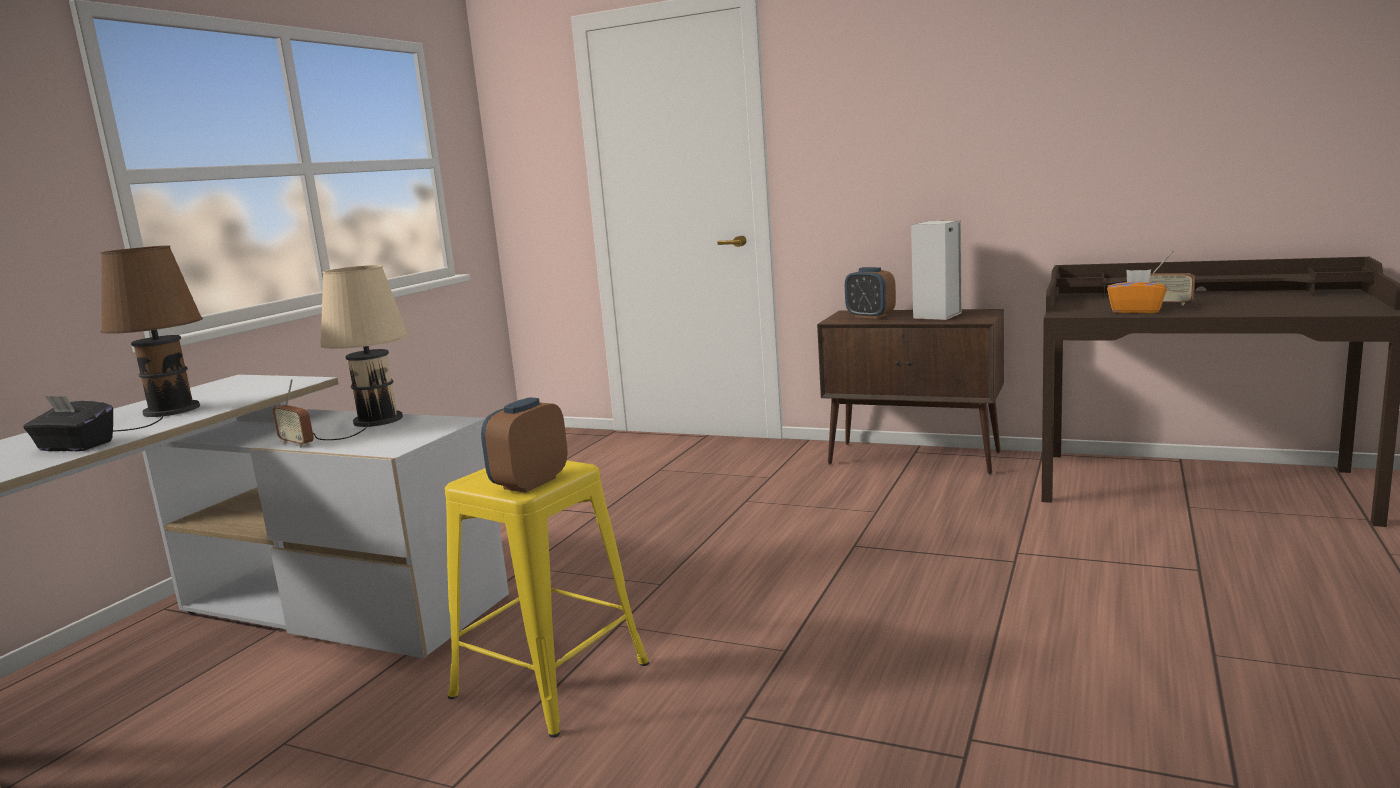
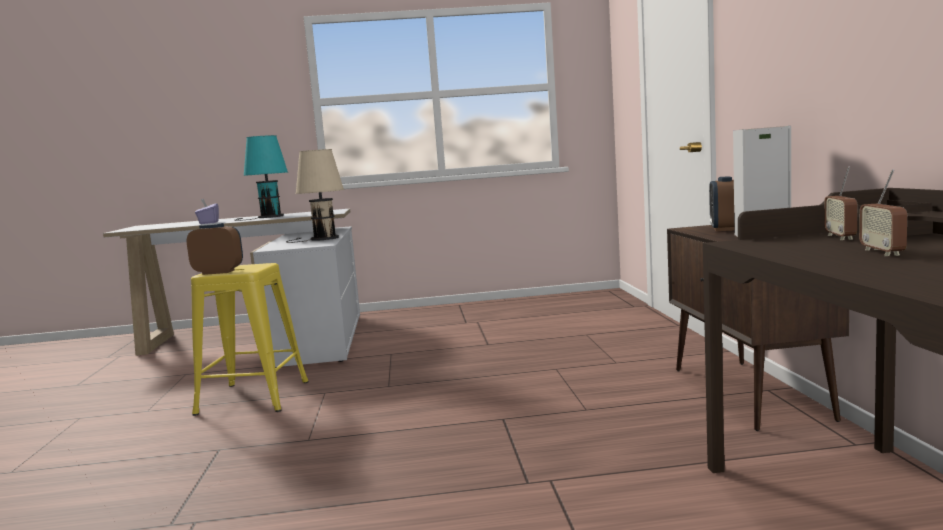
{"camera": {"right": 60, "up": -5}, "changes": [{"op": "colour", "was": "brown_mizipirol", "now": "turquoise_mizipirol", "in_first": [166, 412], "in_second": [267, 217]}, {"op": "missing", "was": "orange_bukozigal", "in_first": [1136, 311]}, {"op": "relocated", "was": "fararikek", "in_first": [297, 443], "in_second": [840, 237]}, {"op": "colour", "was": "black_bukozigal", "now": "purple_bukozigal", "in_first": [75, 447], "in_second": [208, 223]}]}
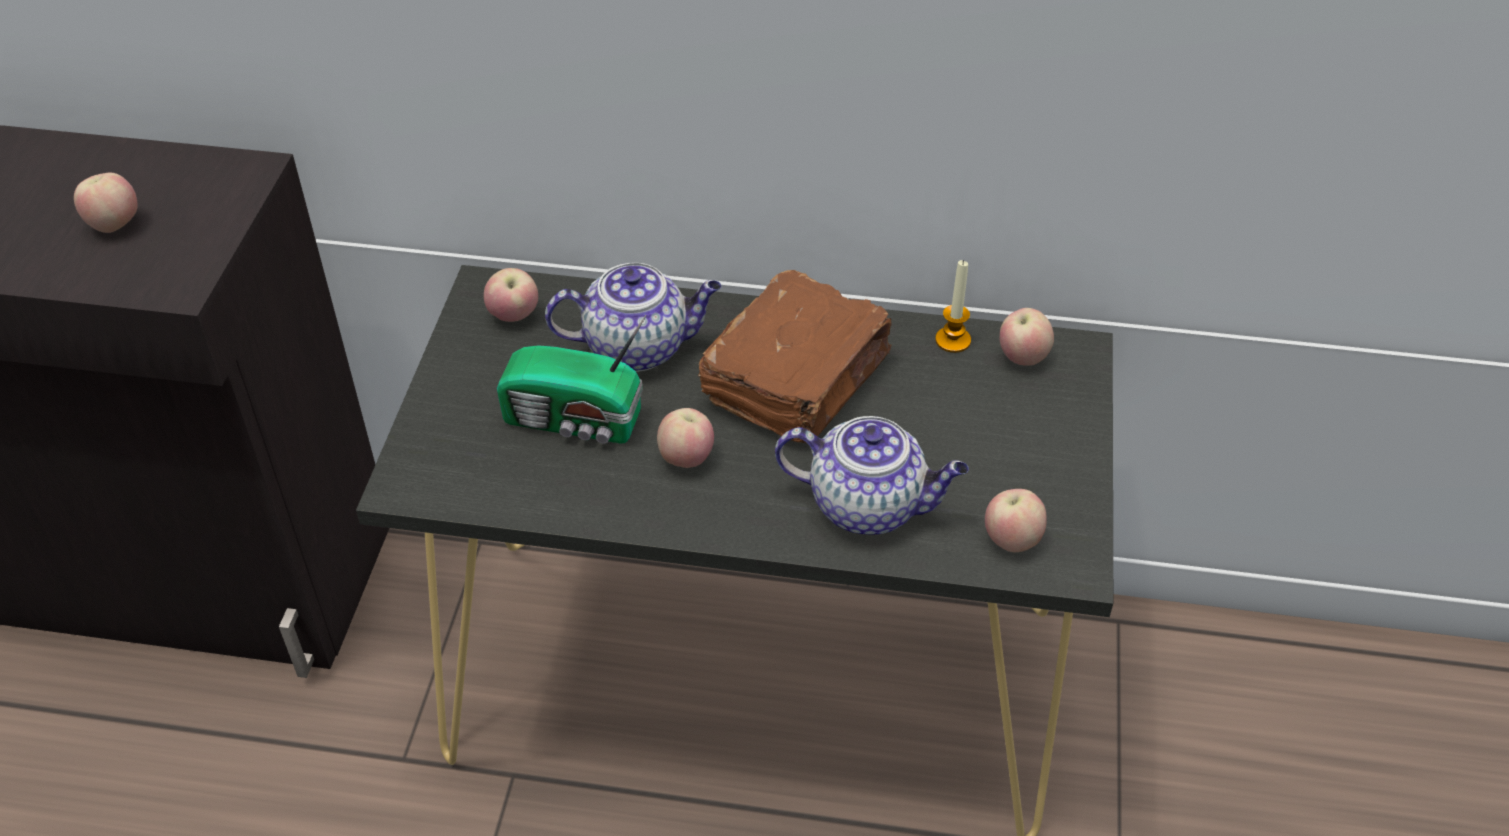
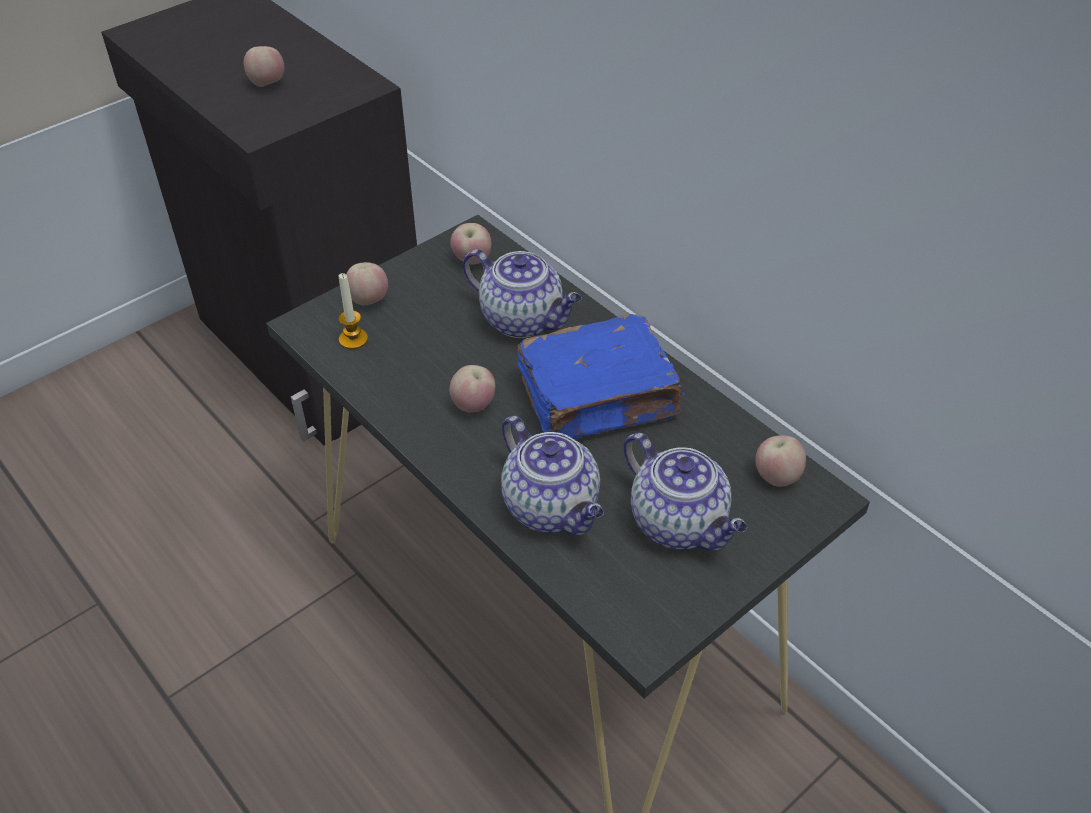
{"camera": {"right": 40, "up": 0}, "changes": [{"op": "relocated", "was": "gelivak", "in_first": [953, 340], "in_second": [353, 339]}, {"op": "colour", "was": "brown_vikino", "now": "blue_vikino", "in_first": [798, 380], "in_second": [600, 399]}, {"op": "missing", "was": "fararikek", "in_first": [576, 421]}, {"op": "relocated", "was": "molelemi", "in_first": [1012, 540], "in_second": [368, 300]}, {"op": "appeared", "now": "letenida", "in_second": [680, 523]}]}
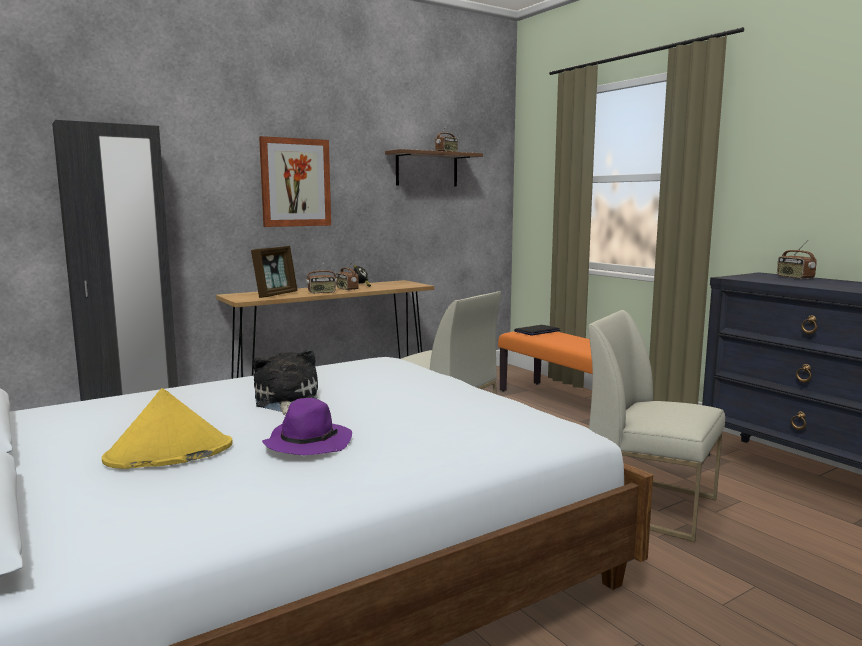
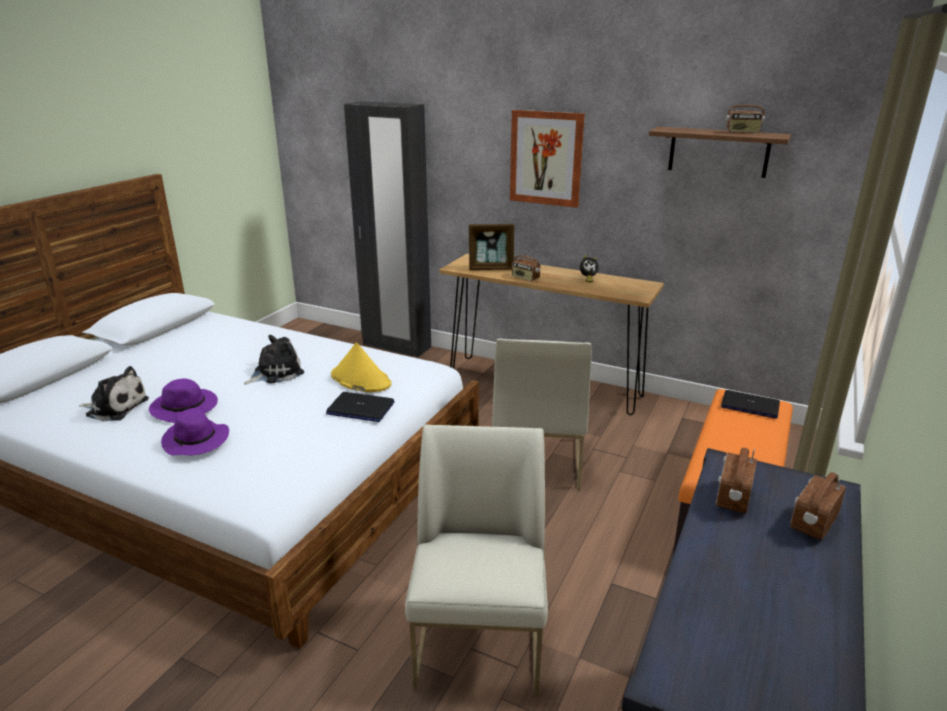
{"camera": {"right": 60, "up": 15}, "changes": [{"op": "relocated", "was": "fararikek", "in_first": [346, 289], "in_second": [732, 497]}, {"op": "relocated", "was": "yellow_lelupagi", "in_first": [168, 453], "in_second": [360, 379]}, {"op": "appeared", "now": "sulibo", "in_second": [115, 407]}, {"op": "appeared", "now": "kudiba", "in_second": [360, 408]}, {"op": "appeared", "now": "purple_lelupagi", "in_second": [197, 441]}]}
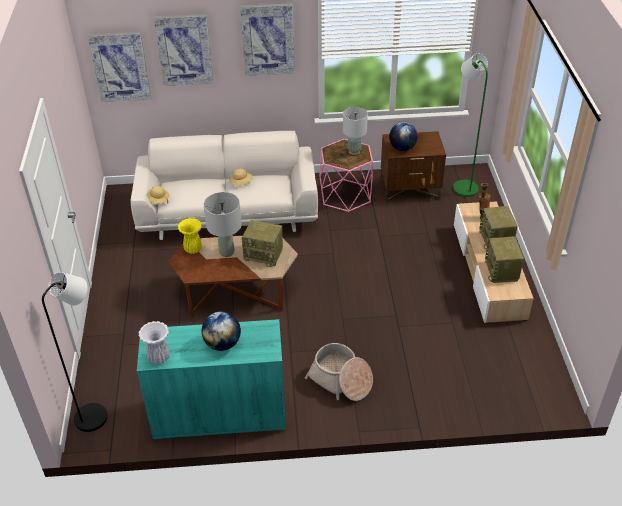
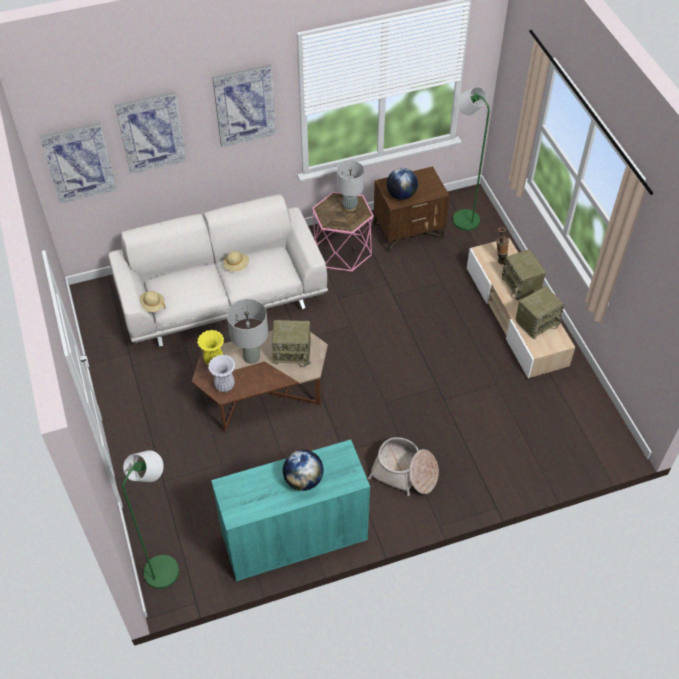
{"camera": {"right": -15, "up": 10}, "changes": [{"op": "spun", "was": "fararikek", "in_first": [502, 271], "in_second": [537, 322], "clockwise": -105}, {"op": "colour", "was": "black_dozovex", "now": "green_dozovex", "in_first": [96, 414], "in_second": [166, 566]}, {"op": "relocated", "was": "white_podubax", "in_first": [158, 358], "in_second": [224, 386]}]}
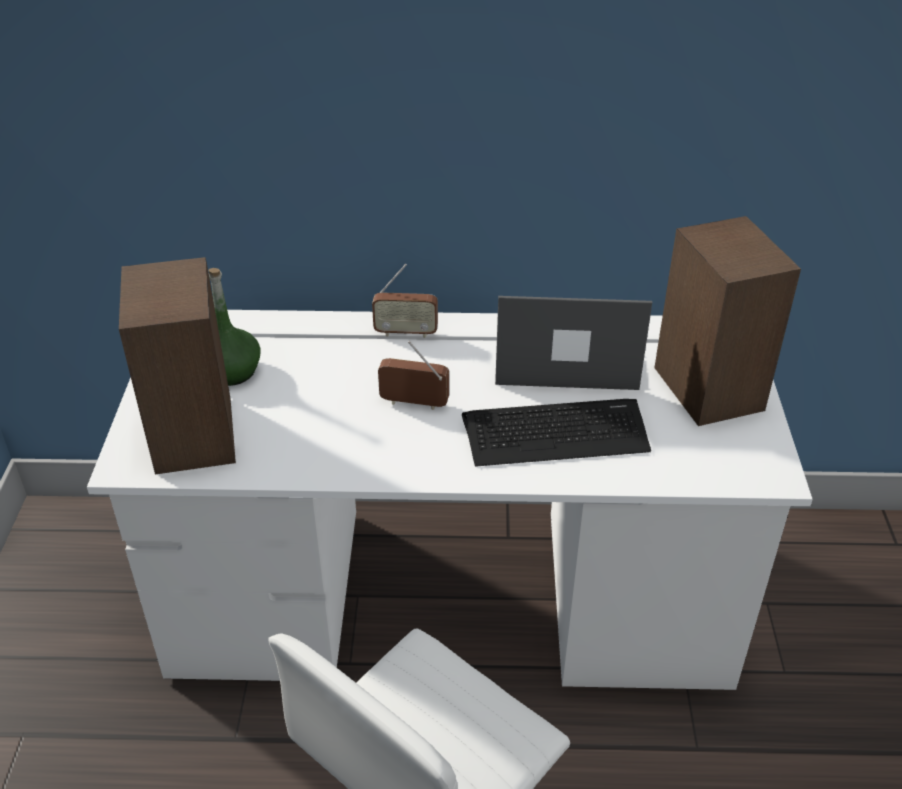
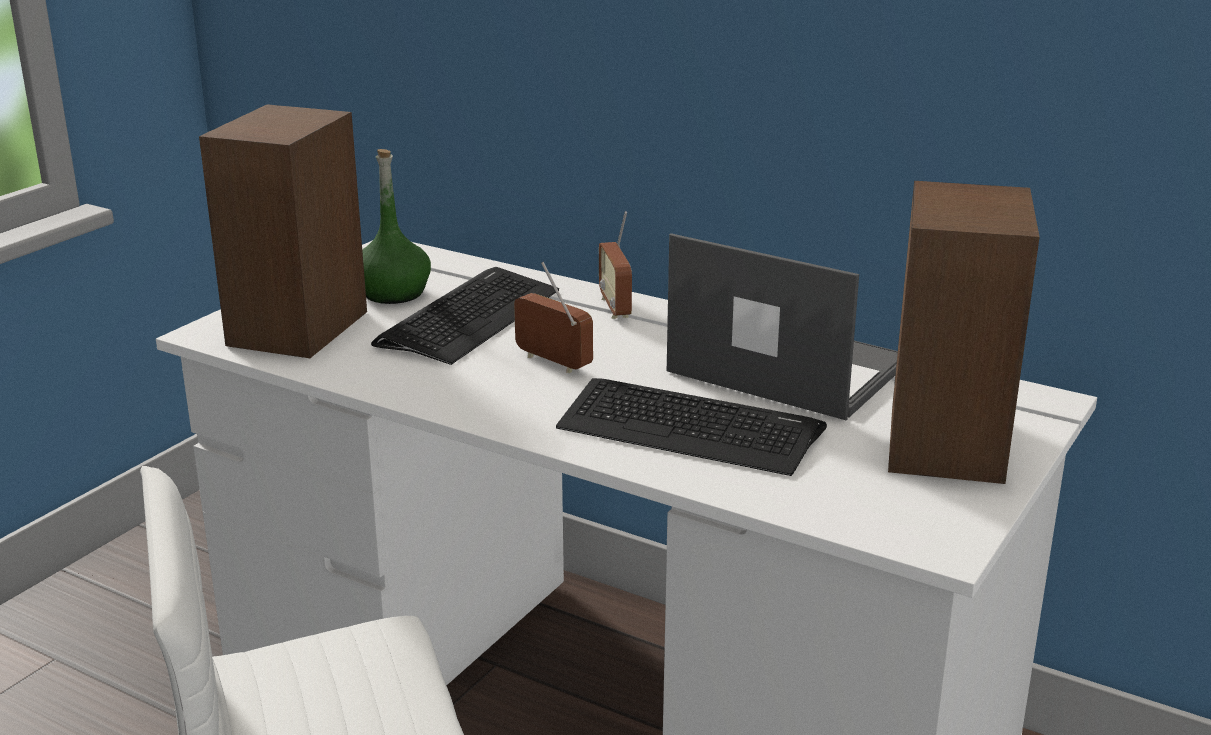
{"camera": {"right": 30, "up": -15}, "changes": [{"op": "spun", "was": "fararikek", "in_first": [406, 332], "in_second": [615, 307], "clockwise": 45}, {"op": "appeared", "now": "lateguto", "in_second": [469, 318]}]}
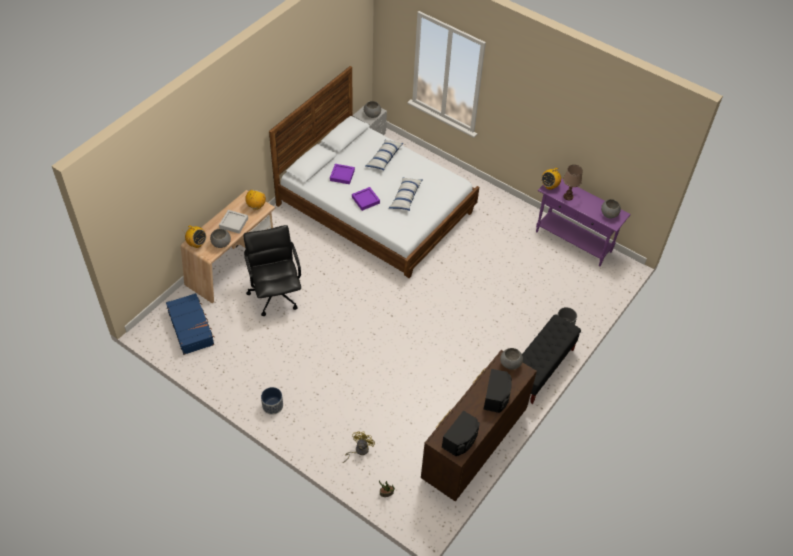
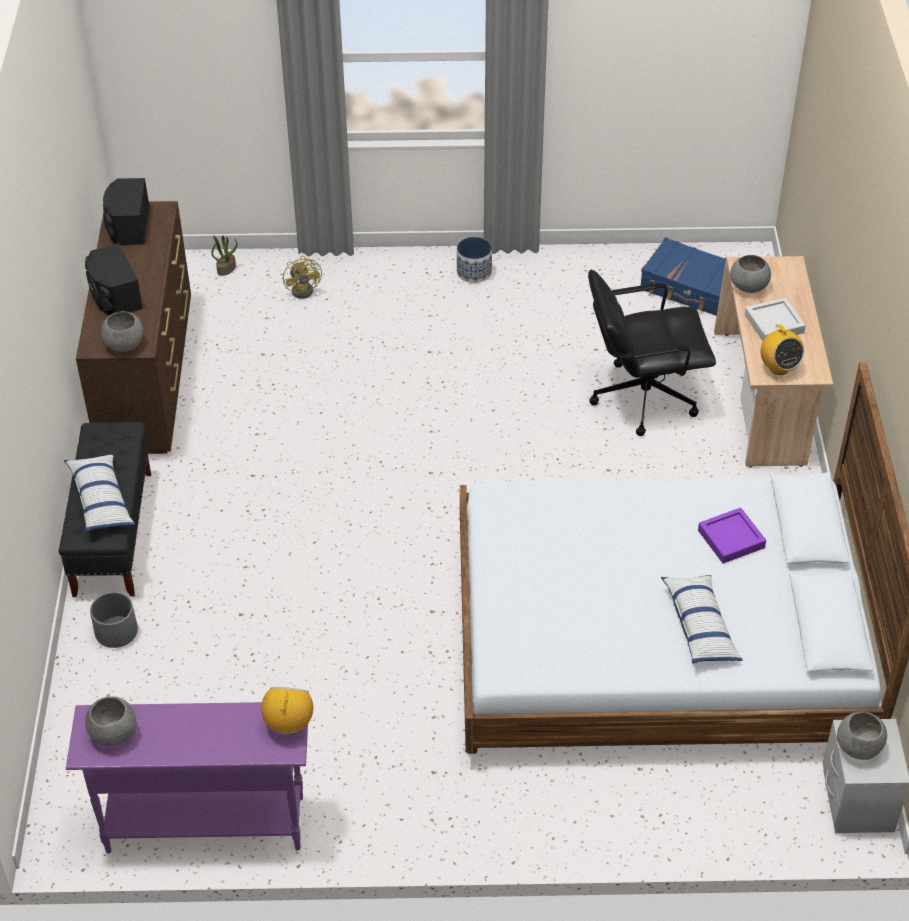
{"camera": {"right": 145, "up": -5}, "changes": [{"op": "missing", "was": "brown_mizipirol", "in_first": [568, 196]}, {"op": "relocated", "was": "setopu", "in_first": [405, 197], "in_second": [101, 500]}, {"op": "missing", "was": "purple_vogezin", "in_first": [365, 200]}, {"op": "spun", "was": "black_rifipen", "in_first": [275, 294], "in_second": [642, 397], "clockwise": 135}, {"op": "missing", "was": "fararikek", "in_first": [196, 244]}]}
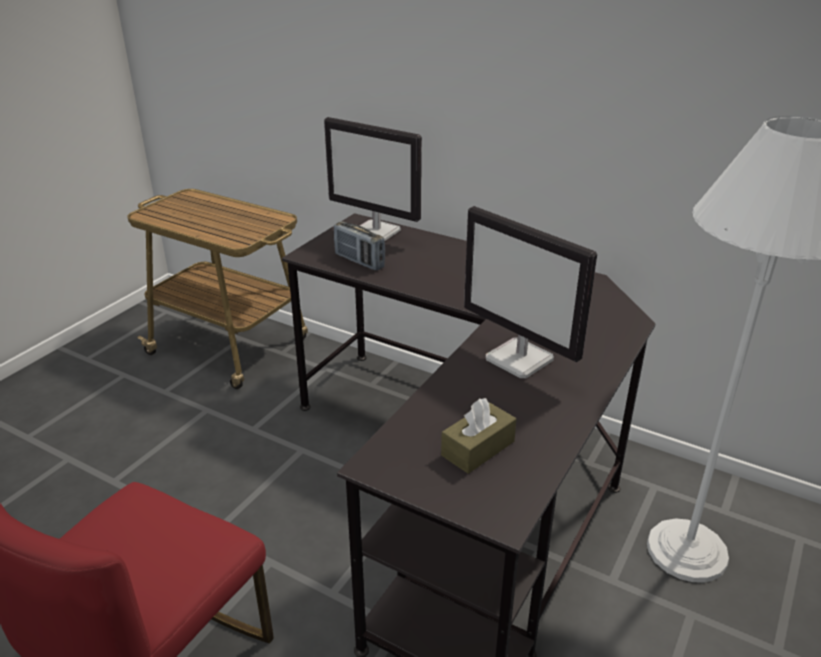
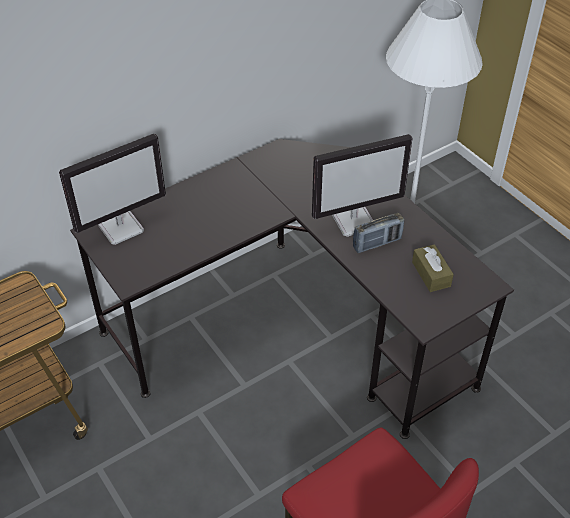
{"camera": {"right": -65, "up": 15}, "changes": [{"op": "relocated", "was": "fararikek", "in_first": [359, 261], "in_second": [377, 243]}]}
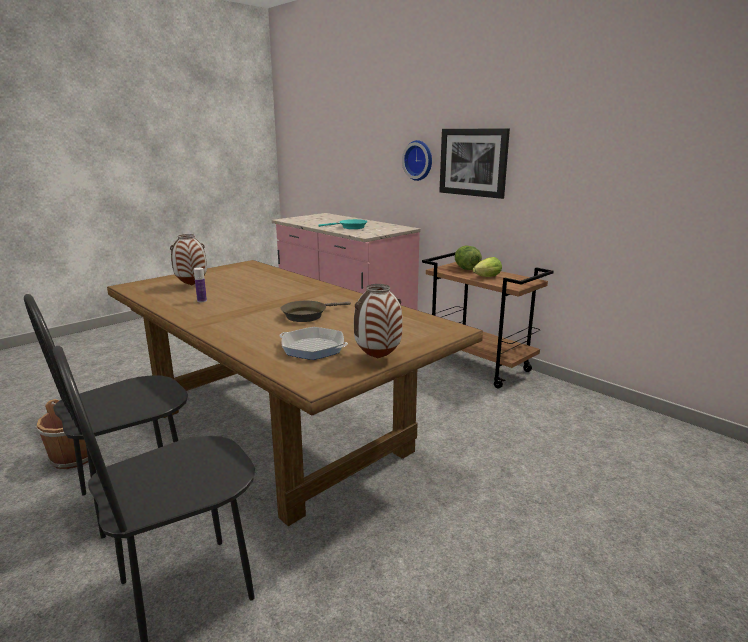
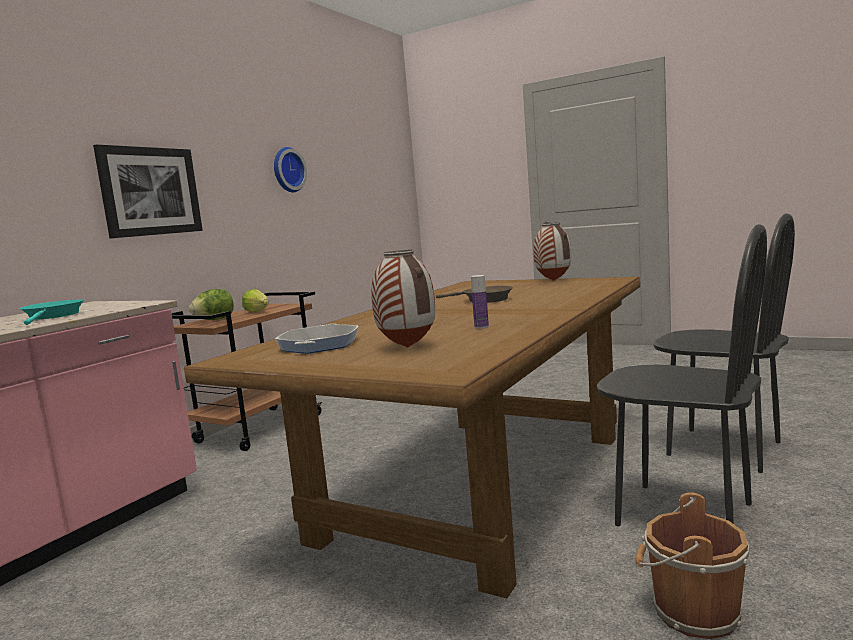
{"camera": {"right": -105, "up": -10}, "changes": [{"op": "relocated", "was": "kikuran", "in_first": [419, 160], "in_second": [287, 170]}, {"op": "relocated", "was": "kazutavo", "in_first": [313, 348], "in_second": [319, 345]}]}
